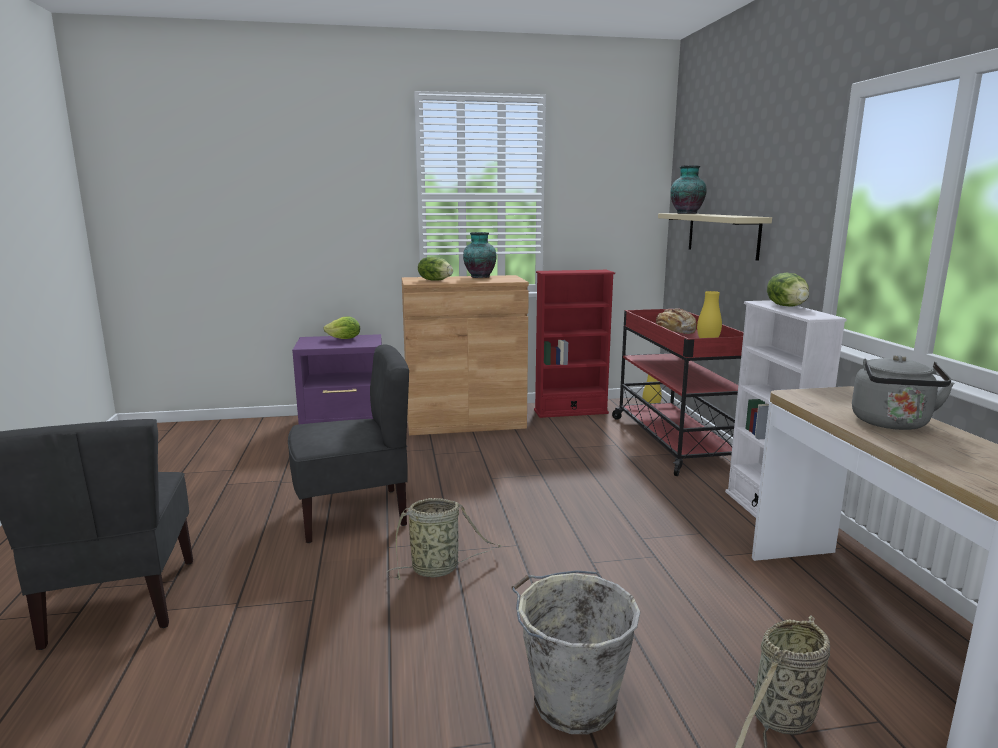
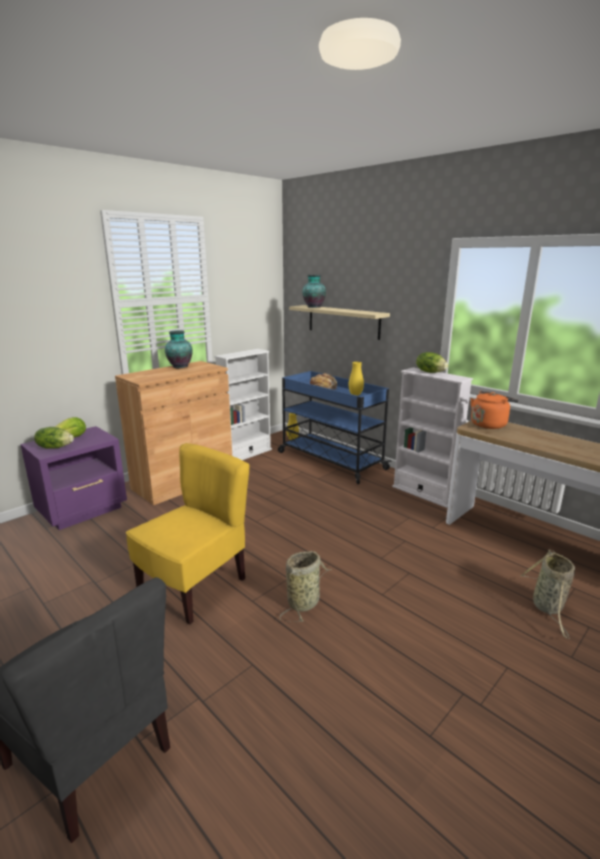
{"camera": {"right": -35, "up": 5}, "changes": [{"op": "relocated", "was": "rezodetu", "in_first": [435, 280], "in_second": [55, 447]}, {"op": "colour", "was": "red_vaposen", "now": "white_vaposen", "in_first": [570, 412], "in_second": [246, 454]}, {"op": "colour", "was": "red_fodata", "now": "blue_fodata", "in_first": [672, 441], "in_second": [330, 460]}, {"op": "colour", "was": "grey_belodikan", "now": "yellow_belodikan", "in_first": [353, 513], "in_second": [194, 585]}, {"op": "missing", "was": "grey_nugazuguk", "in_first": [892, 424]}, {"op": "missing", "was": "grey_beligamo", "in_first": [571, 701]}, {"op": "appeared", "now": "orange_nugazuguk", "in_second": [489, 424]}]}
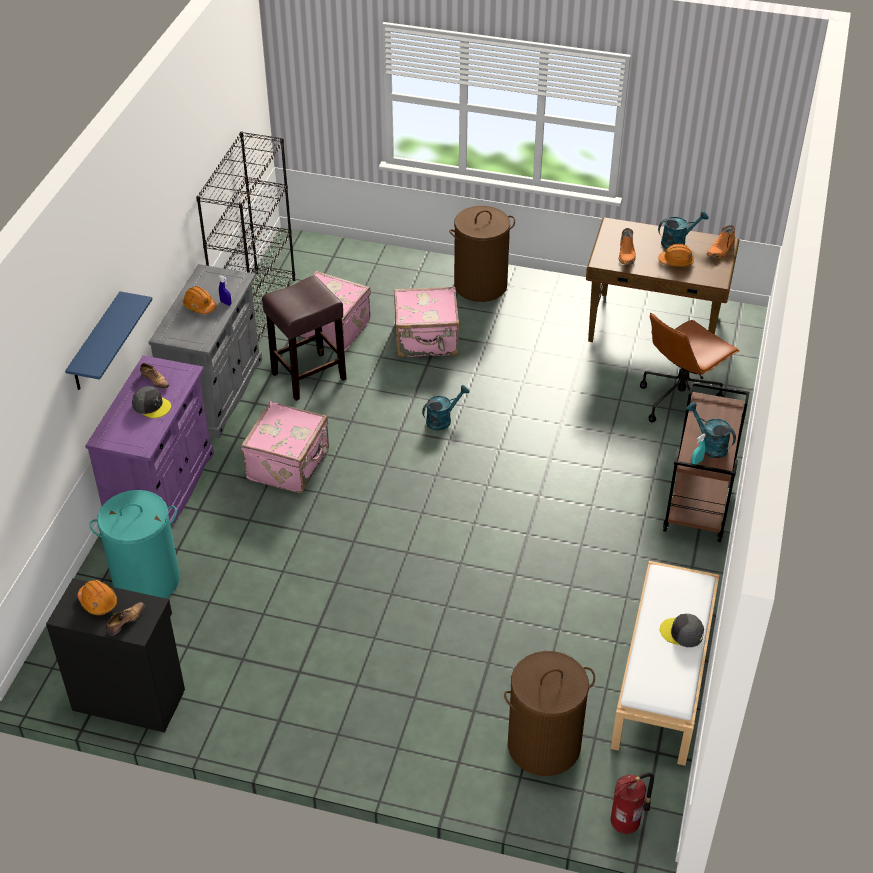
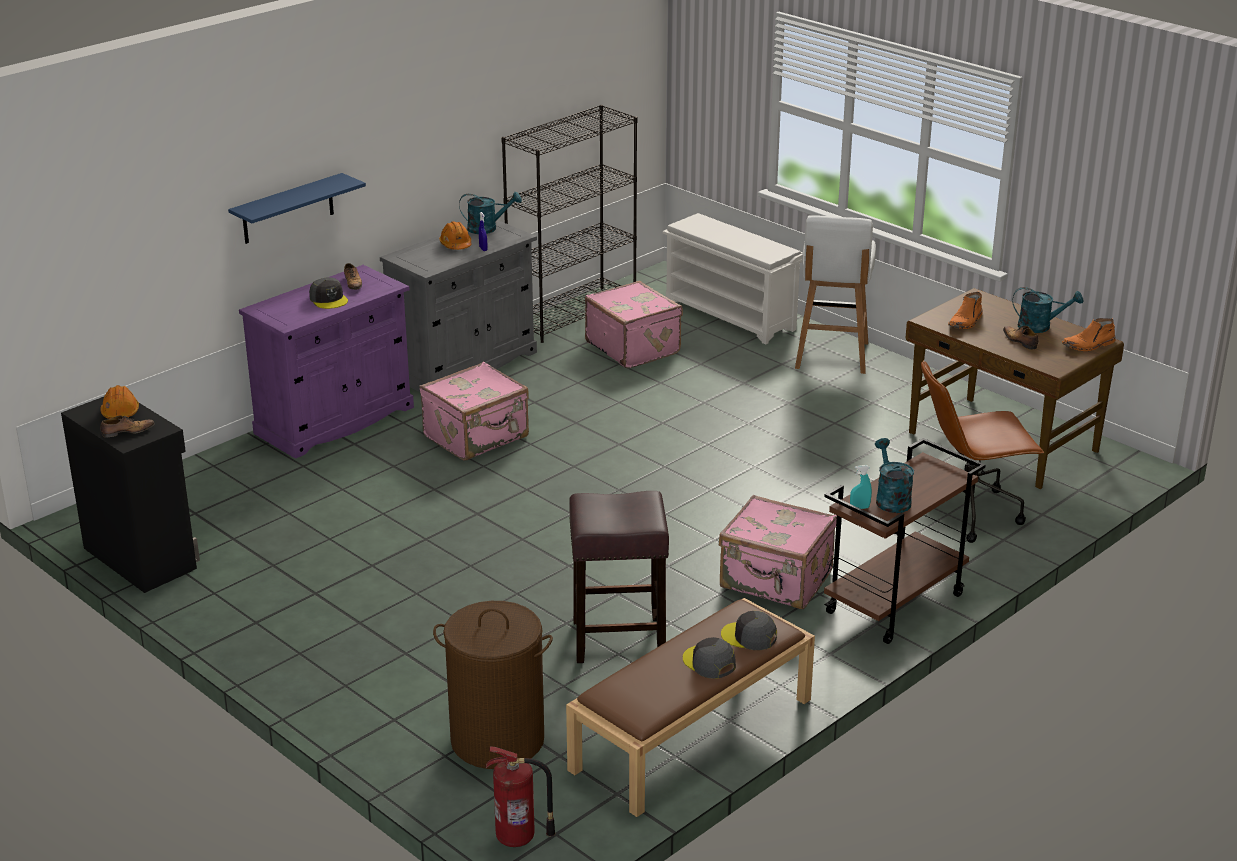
{"camera": {"right": 30, "up": -15}, "changes": [{"op": "exchanged", "was": "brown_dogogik", "now": "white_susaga", "in_first": [480, 286], "in_second": [831, 356]}, {"op": "exchanged", "was": "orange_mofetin", "now": "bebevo", "in_first": [676, 261], "in_second": [1020, 341]}, {"op": "relocated", "was": "brown_susaga", "in_first": [308, 377], "in_second": [617, 640]}, {"op": "relocated", "was": "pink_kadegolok", "in_first": [427, 341], "in_second": [776, 581]}, {"op": "relocated", "was": "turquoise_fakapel", "in_first": [442, 420], "in_second": [488, 228]}, {"op": "missing", "was": "turquoise_dogogik", "in_first": [147, 580]}, {"op": "colour", "was": "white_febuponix", "now": "brown_febuponix", "in_first": [663, 679], "in_second": [691, 735]}, {"op": "appeared", "now": "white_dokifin", "in_second": [731, 316]}, {"op": "appeared", "now": "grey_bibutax", "in_second": [749, 636]}]}
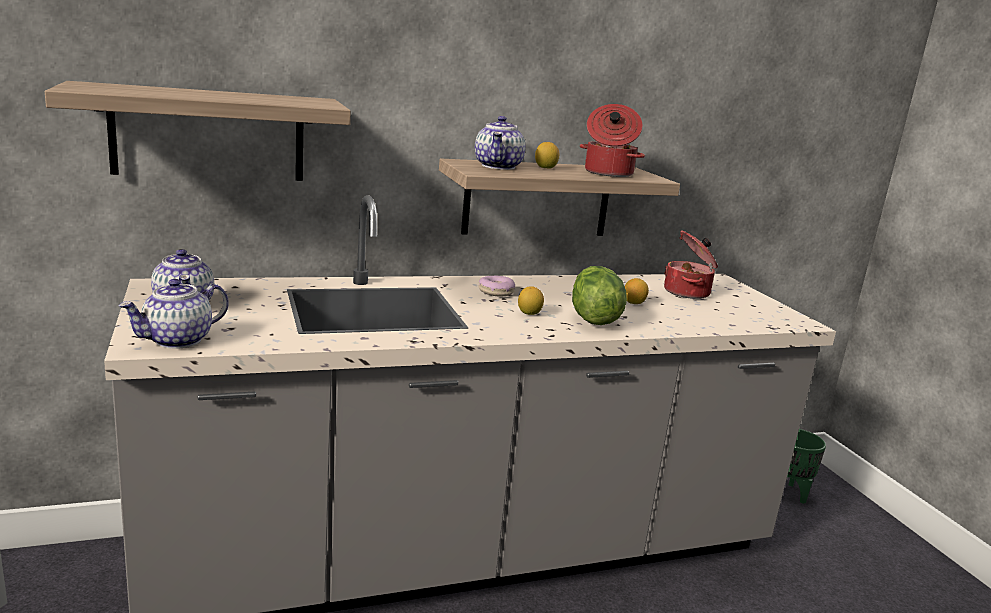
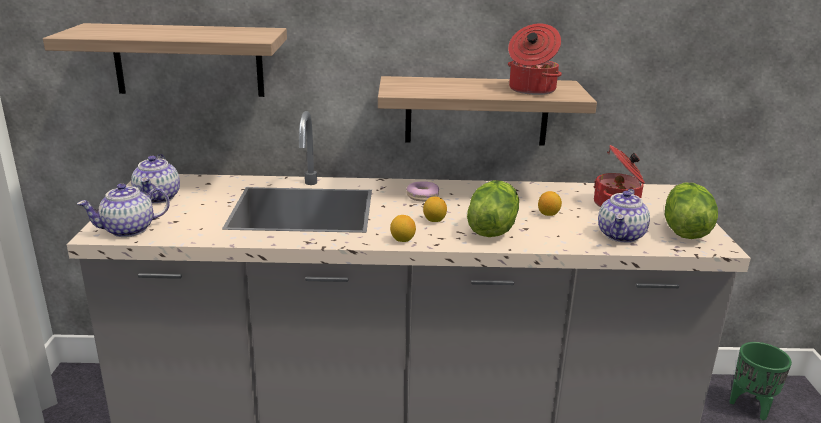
{"camera": {"right": 20, "up": 5}, "changes": [{"op": "relocated", "was": "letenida", "in_first": [499, 166], "in_second": [621, 236]}, {"op": "relocated", "was": "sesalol", "in_first": [545, 168], "in_second": [402, 240]}, {"op": "appeared", "now": "rezodetu", "in_second": [683, 230]}]}
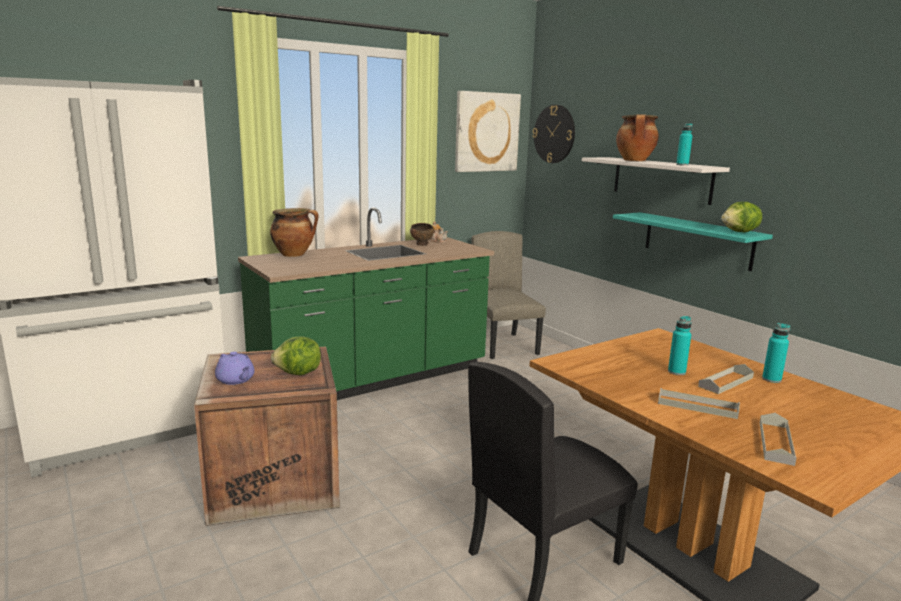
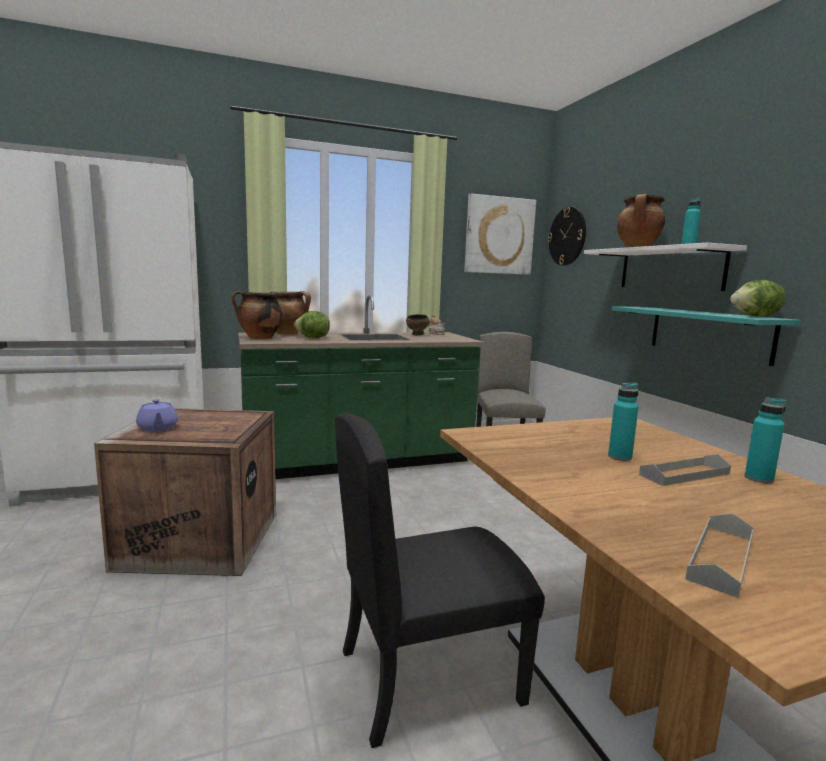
{"camera": {"right": 15, "up": -5}, "changes": [{"op": "relocated", "was": "rezodetu", "in_first": [298, 374], "in_second": [313, 338]}, {"op": "missing", "was": "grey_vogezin", "in_first": [697, 406]}, {"op": "appeared", "now": "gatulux", "in_second": [259, 338]}]}
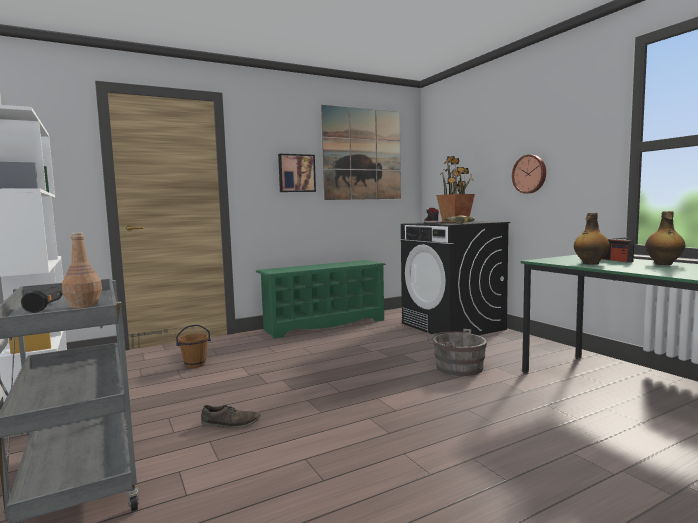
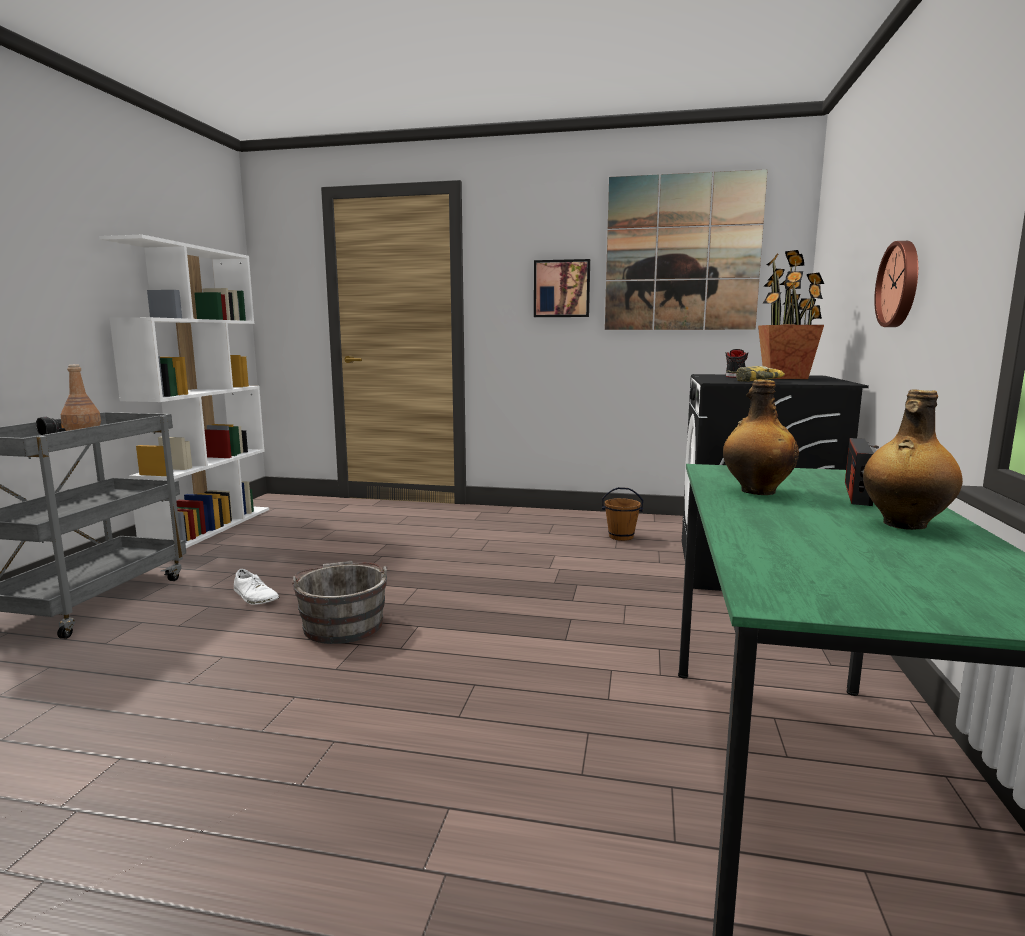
{"camera": {"right": 40, "up": 5}, "changes": [{"op": "missing", "was": "green_dokifin", "in_first": [324, 324]}, {"op": "relocated", "was": "brown_beligamo", "in_first": [195, 364], "in_second": [621, 537]}, {"op": "relocated", "was": "grey_beligamo", "in_first": [456, 367], "in_second": [343, 624]}, {"op": "colour", "was": "brown_bebevo", "now": "white_bebevo", "in_first": [231, 423], "in_second": [255, 597]}]}
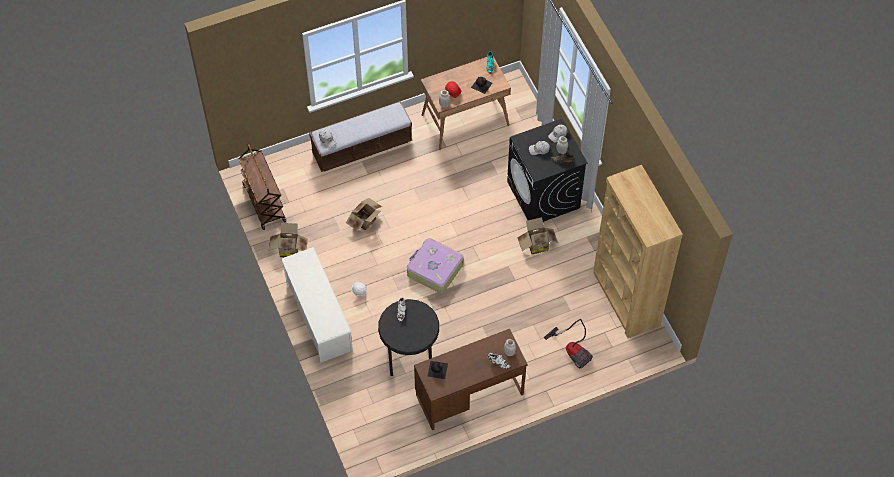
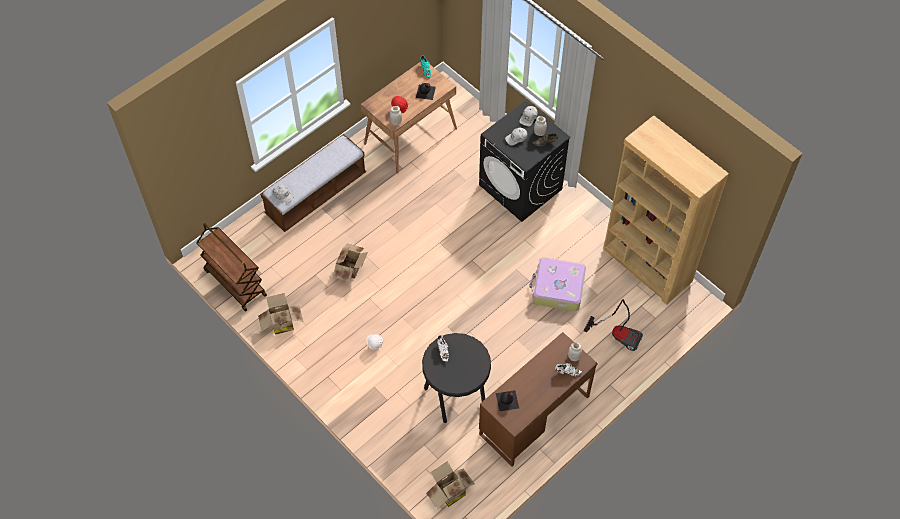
{"camera": {"right": -20, "up": 0}, "changes": [{"op": "relocated", "was": "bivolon", "in_first": [536, 244], "in_second": [448, 492]}, {"op": "relocated", "was": "kadegolok", "in_first": [434, 270], "in_second": [557, 289]}, {"op": "missing", "was": "white_dokifin", "in_first": [318, 317]}]}
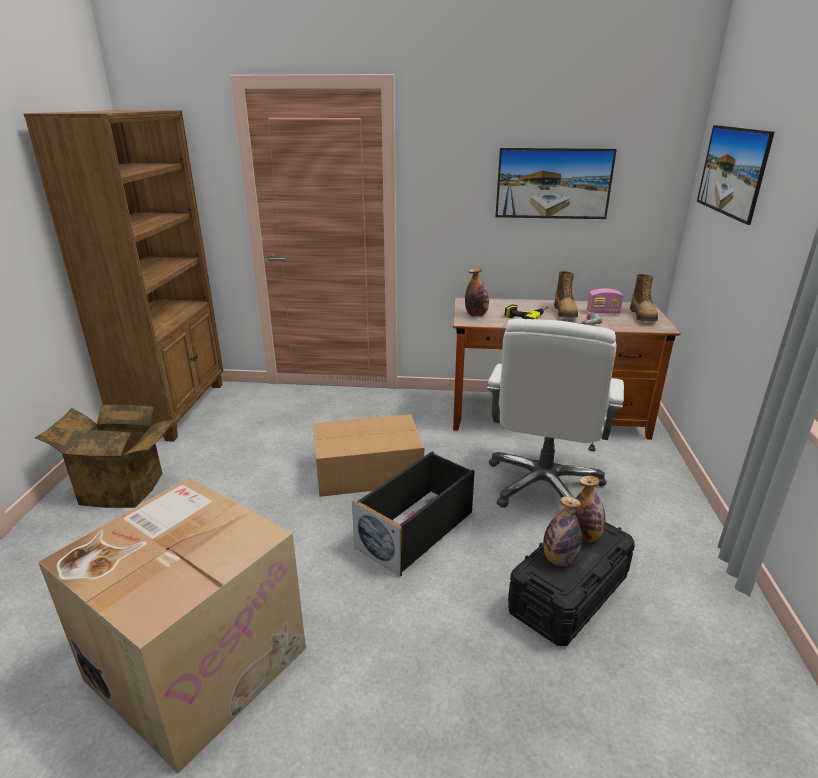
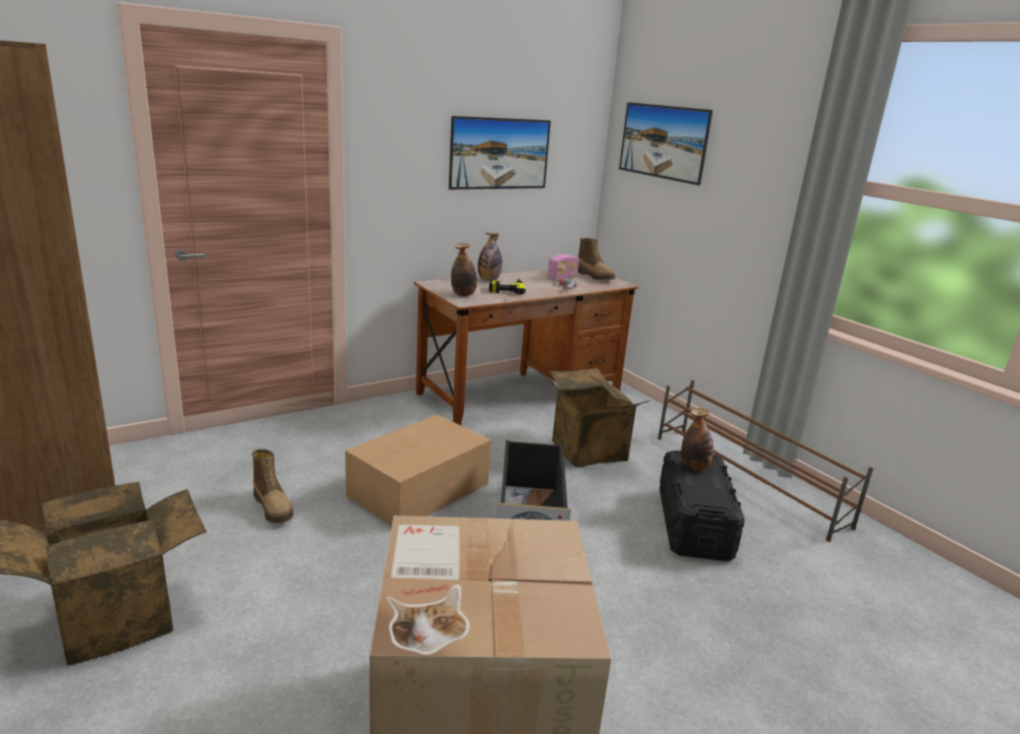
{"camera": {"right": -40, "up": -5}, "changes": [{"op": "relocated", "was": "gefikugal", "in_first": [565, 313], "in_second": [273, 507]}, {"op": "exchanged", "was": "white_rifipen", "now": "bivolon", "in_first": [543, 485], "in_second": [585, 450]}, {"op": "relocated", "was": "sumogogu", "in_first": [559, 559], "in_second": [488, 280]}, {"op": "appeared", "now": "brown_dokifin", "in_second": [747, 480]}]}
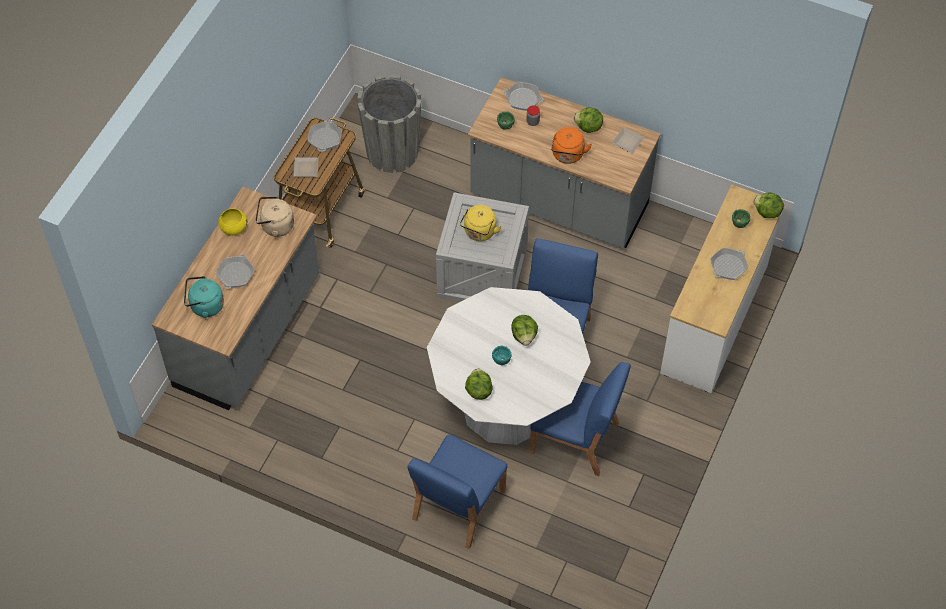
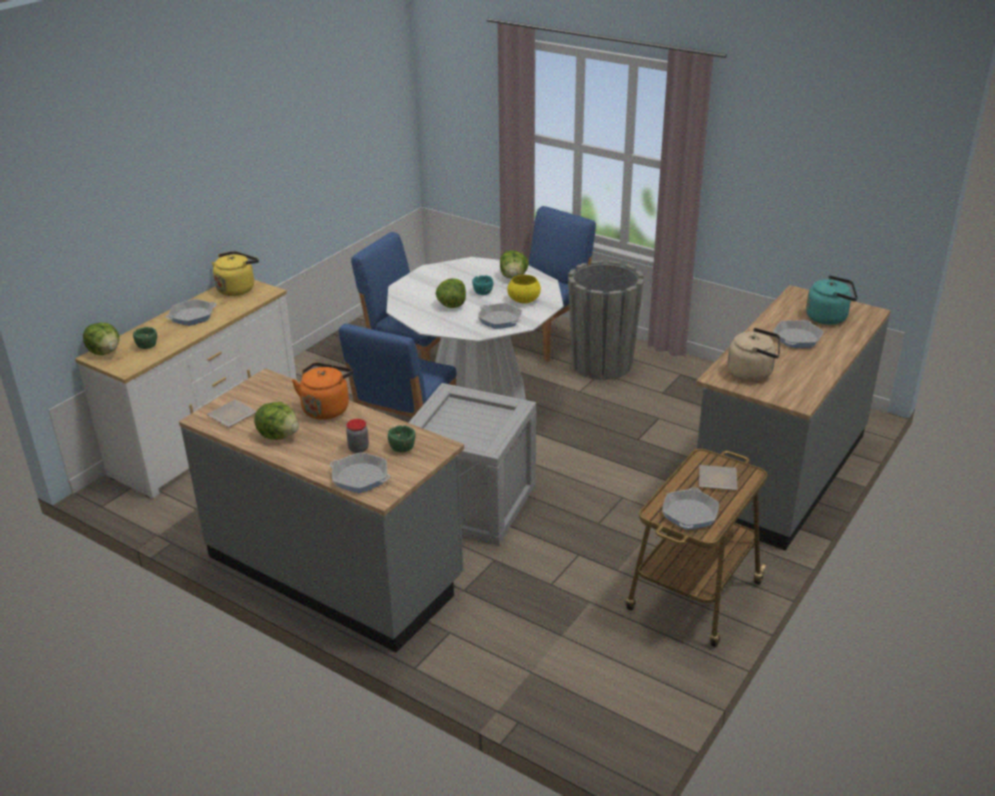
{"camera": {"right": -170, "up": -25}, "changes": [{"op": "relocated", "was": "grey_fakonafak", "in_first": [392, 152], "in_second": [601, 364]}, {"op": "relocated", "was": "yellow_nugazuguk", "in_first": [479, 233], "in_second": [237, 288]}, {"op": "relocated", "was": "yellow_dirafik", "in_first": [233, 228], "in_second": [524, 300]}, {"op": "appeared", "now": "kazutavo", "in_second": [500, 319]}]}
